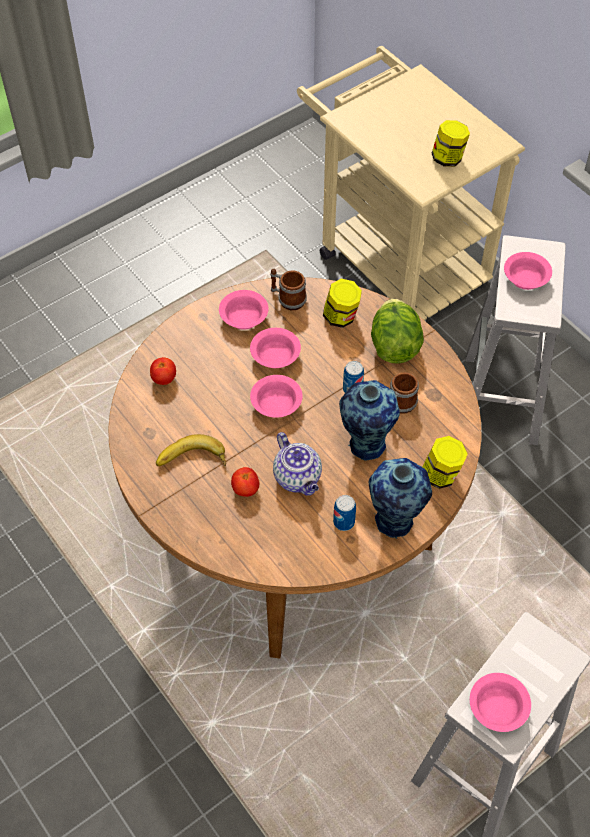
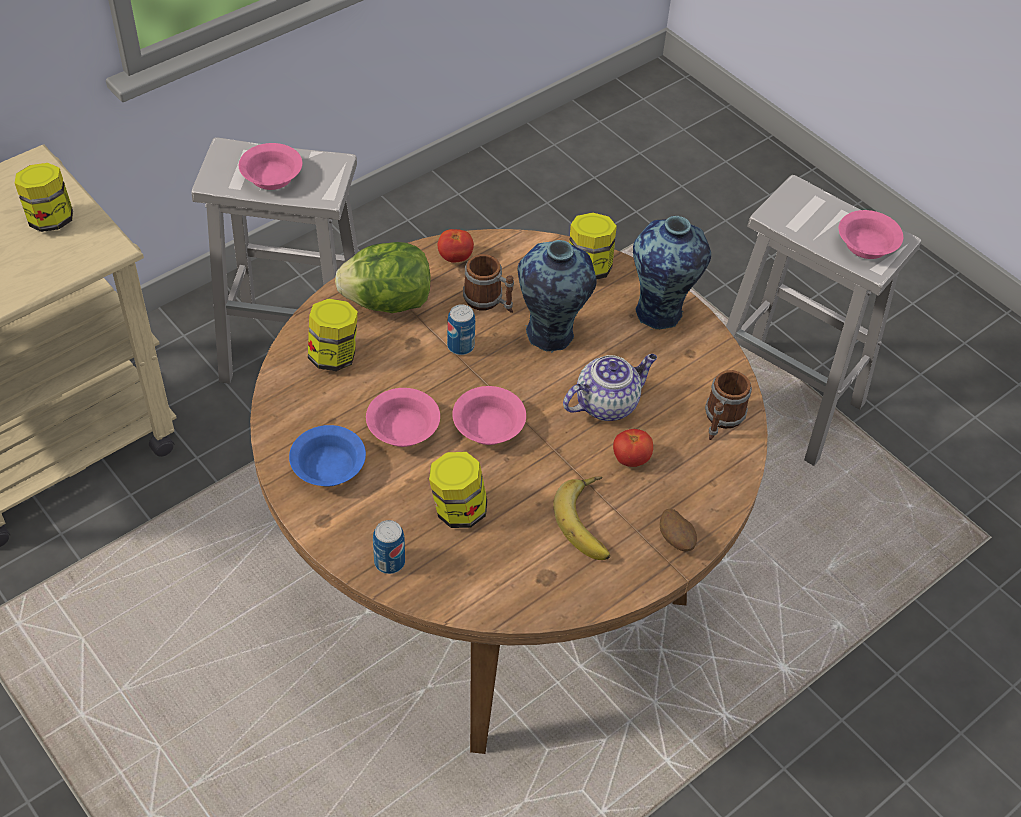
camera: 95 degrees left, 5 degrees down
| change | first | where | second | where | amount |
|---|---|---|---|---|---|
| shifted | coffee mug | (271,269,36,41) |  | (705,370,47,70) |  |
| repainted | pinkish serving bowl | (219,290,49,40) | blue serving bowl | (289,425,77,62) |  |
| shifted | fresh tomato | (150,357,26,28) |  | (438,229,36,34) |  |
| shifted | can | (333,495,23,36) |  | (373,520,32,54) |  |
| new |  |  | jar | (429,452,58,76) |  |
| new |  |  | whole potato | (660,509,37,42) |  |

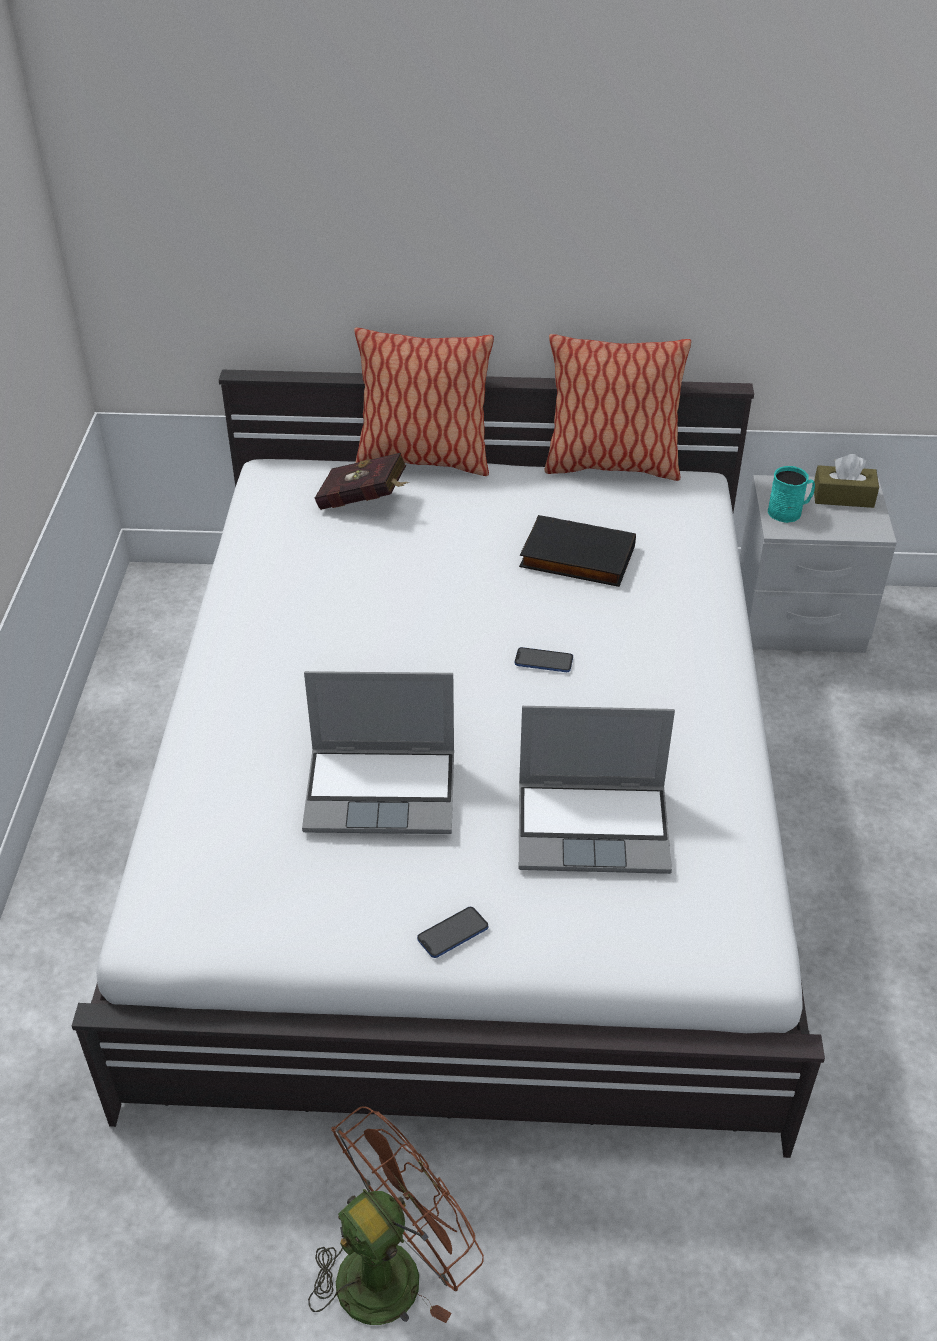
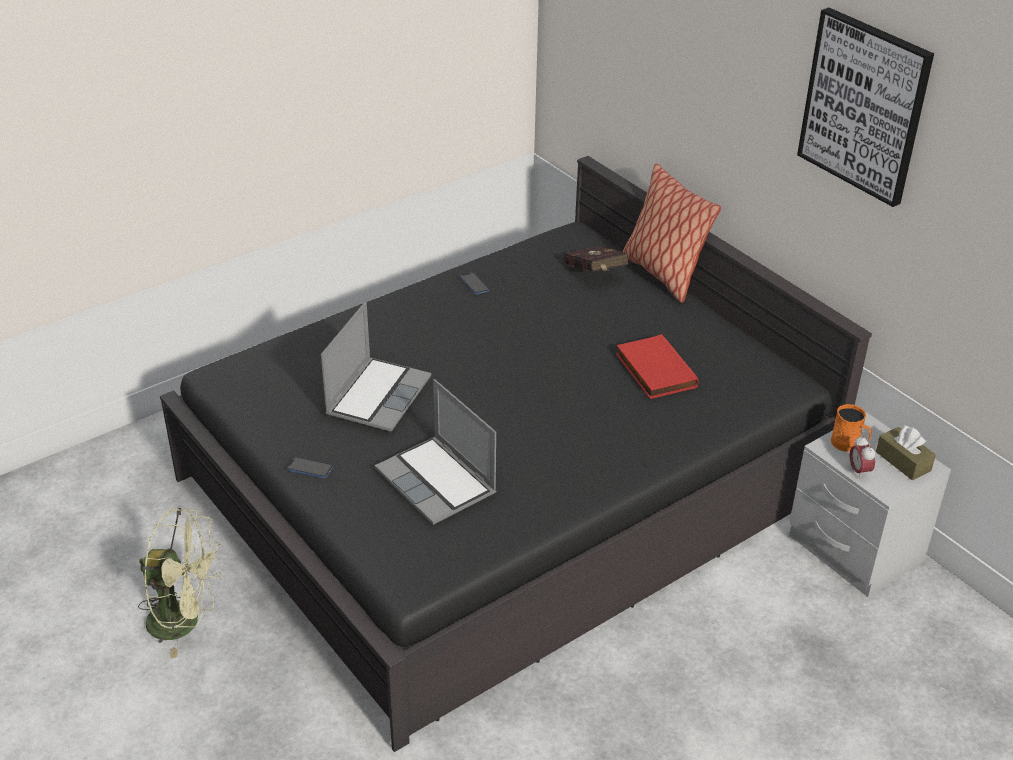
camera: 50 degrees right, 5 degrees down
| change | first | where | second | where | amount |
|---|---|---|---|---|---|
| gone | cushion | (544,334,147,147) |  |  |  |
| repainted | white-coloured sleeping bed | (72,370,753,788) | black sleeping bed | (160,156,712,596) |  |
| repainted | turquoise-coloured coffee mug | (768,466,47,57) | orange-coloured coffee mug | (831,404,40,48) |  |
| repainted | black book | (519,515,117,72) | red book | (616,334,82,65) |  |
| shifted | handset | (515,647,58,25) |  | (459,272,31,22) |  |
| rotated | notebook computer | (302,671,152,163) |  | (321,302,110,130) | 120 degrees counterclockwise |
| repainted | brownish cooling fan | (308,1106,176,219) | green cooling fan | (138,508,84,150) |  |
| new |  |  | picture | (797,8,137,199) |  |
| new |  |  | bedside clock | (849,435,27,44) |  |

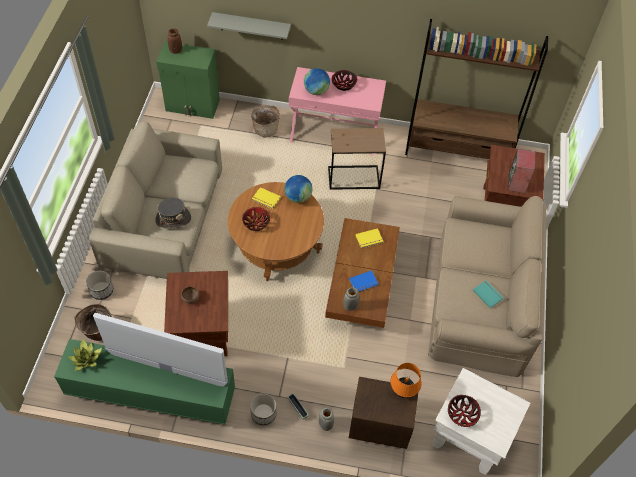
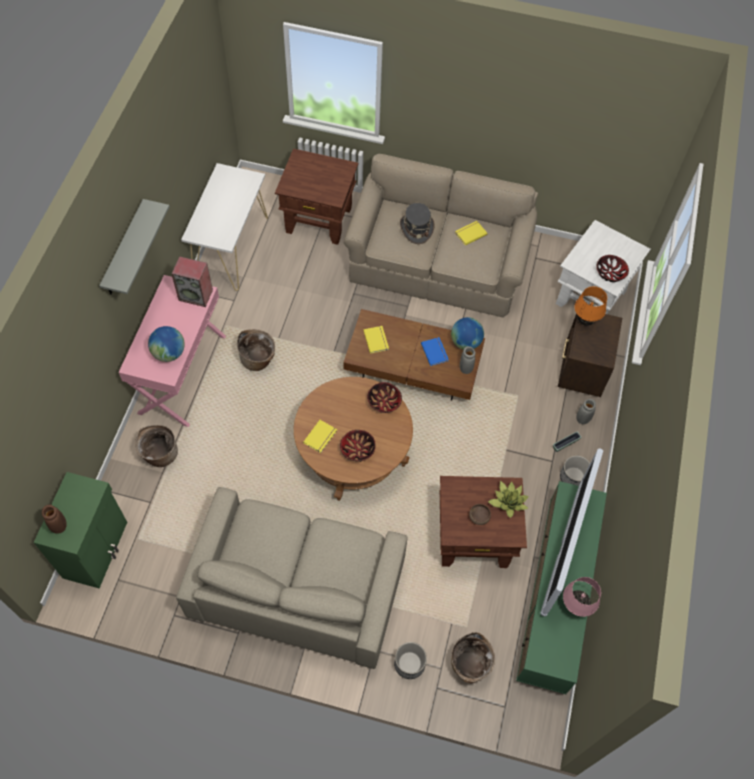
camera: 85 degrees left, 5 degrees up
| change | first | where | second | where | amount |
|---|---|---|---|---|---|
| shifted | gray bracket shelf | (207,12,84,28) |  | (99,199,71,96) |  |
| swapped | brownish shelving unit | (405,19,143,140) | white-coloured hall table | (181,163,87,128) |  |
| shifted | serving bowl | (332,70,25,21) |  | (367,382,35,31) |  |
| swapped | brownish end table | (328,128,58,62) | storage basket | (237,329,38,42) |  |
| shifted | speaker | (508,149,27,44) |  | (171,256,42,51) |  |
| shifted | desk globe | (284,175,28,28) |  | (451,317,33,33) |  |
| shifted | gray wearable hat | (155,198,36,30) |  | (400,203,35,41) |  |
| repainted | turquoise-coloured book | (473,280,30,28) | yellow-coloured book | (455,221,32,25) |  |
| shifted | plant in a pot | (68,338,34,33) |  | (488,480,41,38) |  |
| new |  |  | pinkish tabletop lamp | (563,577,38,40) |  |

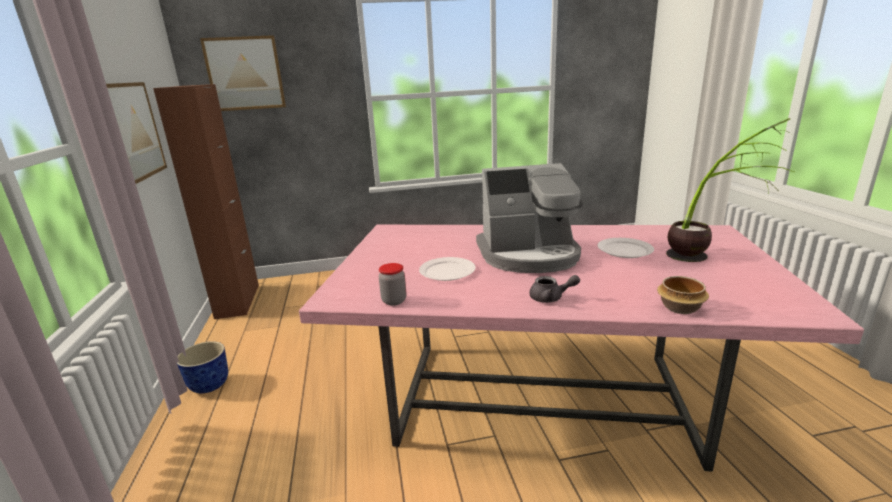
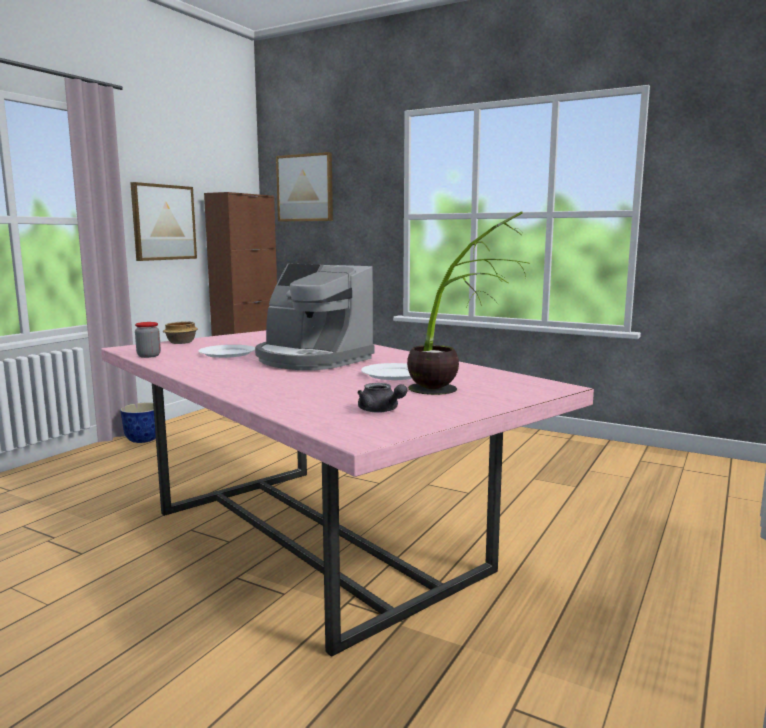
camera: 40 degrees right, 10 degrees down
| change | first | where | second | where | amount |
|---|---|---|---|---|---|
| shifted | gray pot for tea | (529,275,51,28) |  | (357,383,51,30) |  |
| shifted | serving bowl | (657,276,52,38) |  | (163,321,35,23) |  |

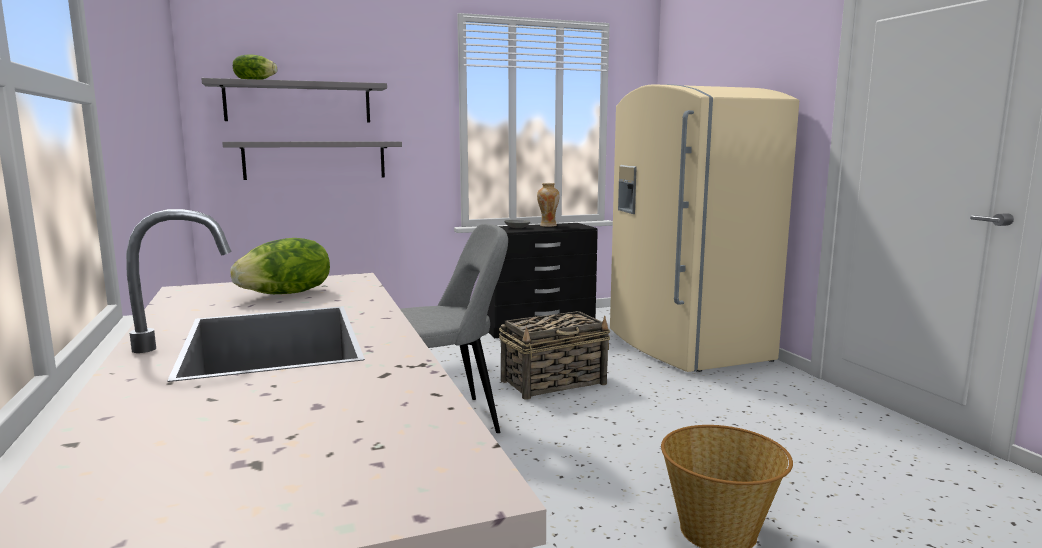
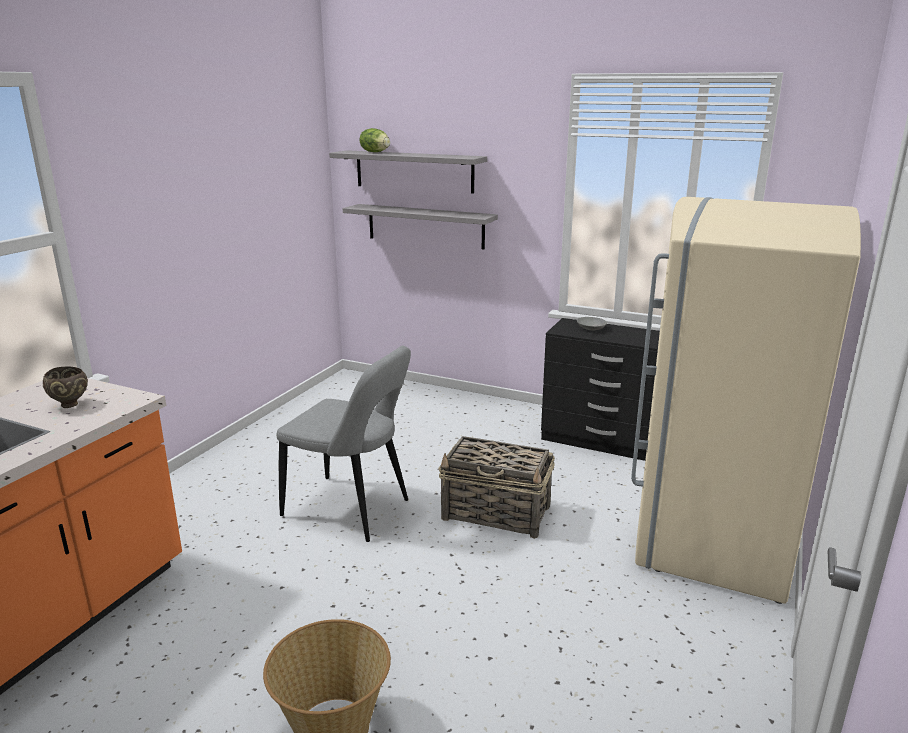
camera: 45 degrees right, 10 degrees up
| change | first | where | second | where | amount |
|---|---|---|---|---|---|
| gone | decorative vase | (537,183,23,44) |  |  |  |
| swapped | lettuce head | (230,238,100,56) | brownish serving bowl | (43,367,45,41) |  |

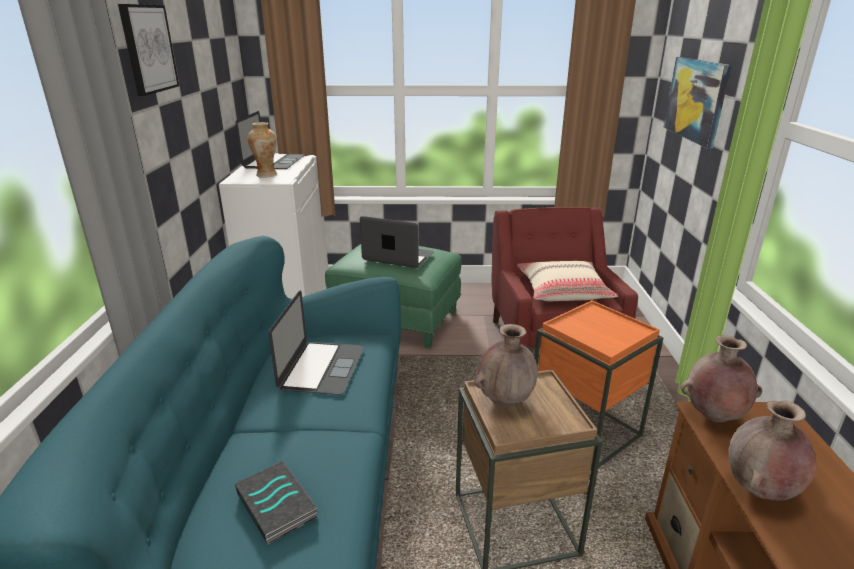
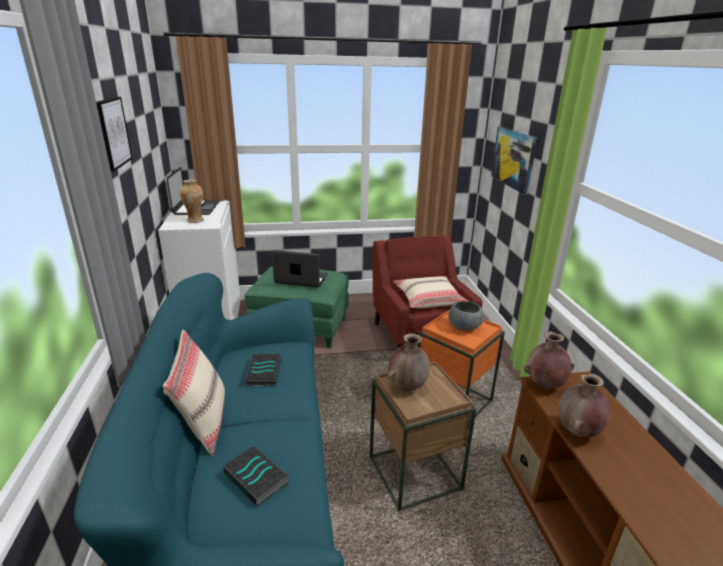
camera: 10 degrees left, 0 degrees up
| change | first | where | second | where | amount |
|---|---|---|---|---|---|
| swapped | notebook computer | (269,290,95,105) | book | (245,354,36,32) |  |
| new |  |  | gray serving bowl | (448,301,36,30) |  |
| new |  |  | beige-coloured cushion | (163,329,62,127) |  |

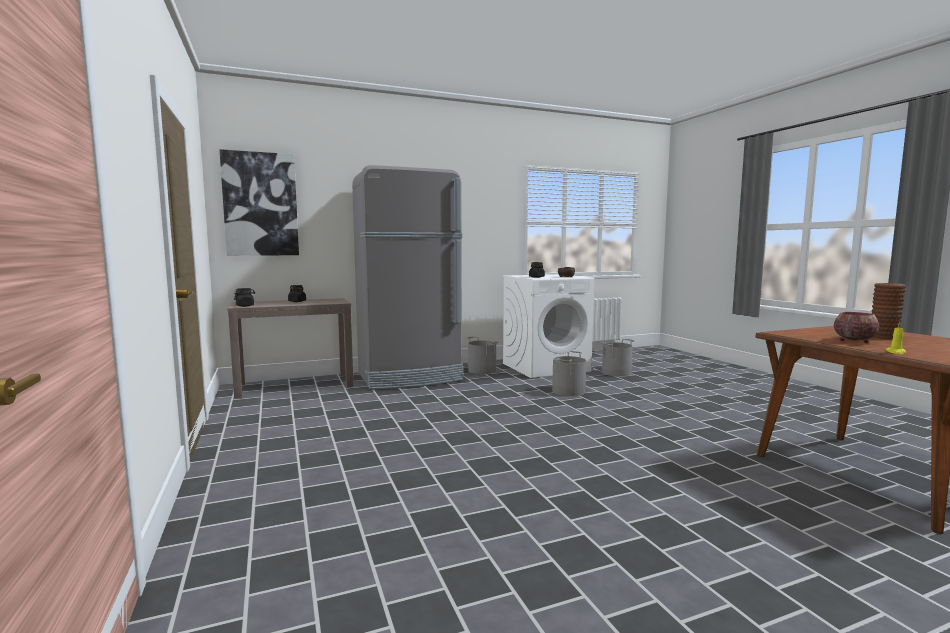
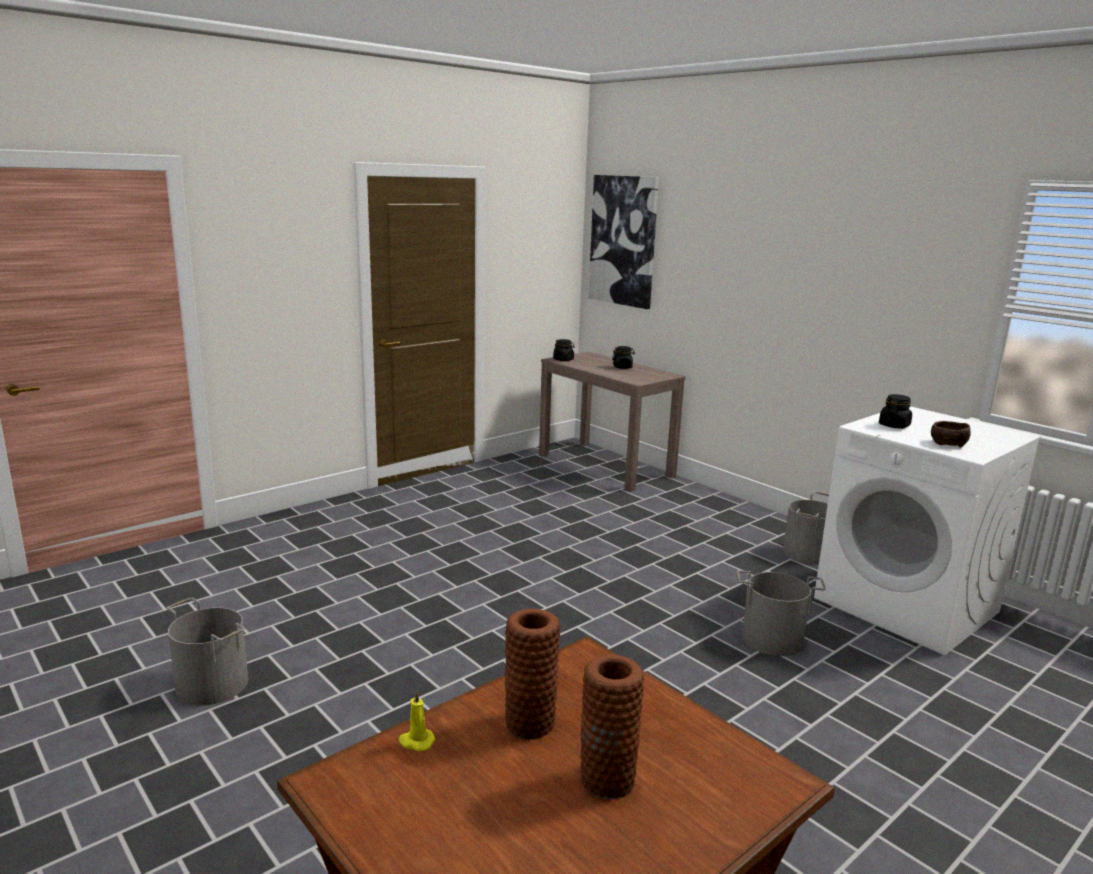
camera: 70 degrees right, 10 degrees up
| change | first | where | second | where | amount |
|---|---|---|---|---|---|
| gone | gray kitchen fridge | (352,165,111,225) |  |  |  |
| swapped | serving bowl | (834,312,45,31) | brownish decorative vase | (505,609,55,130) |  |
| shifted | gray pail | (600,339,35,38) |  | (167,597,81,109) |  |

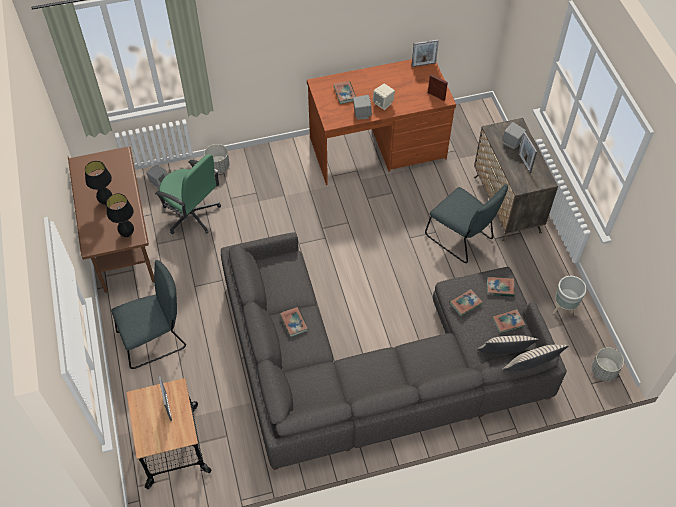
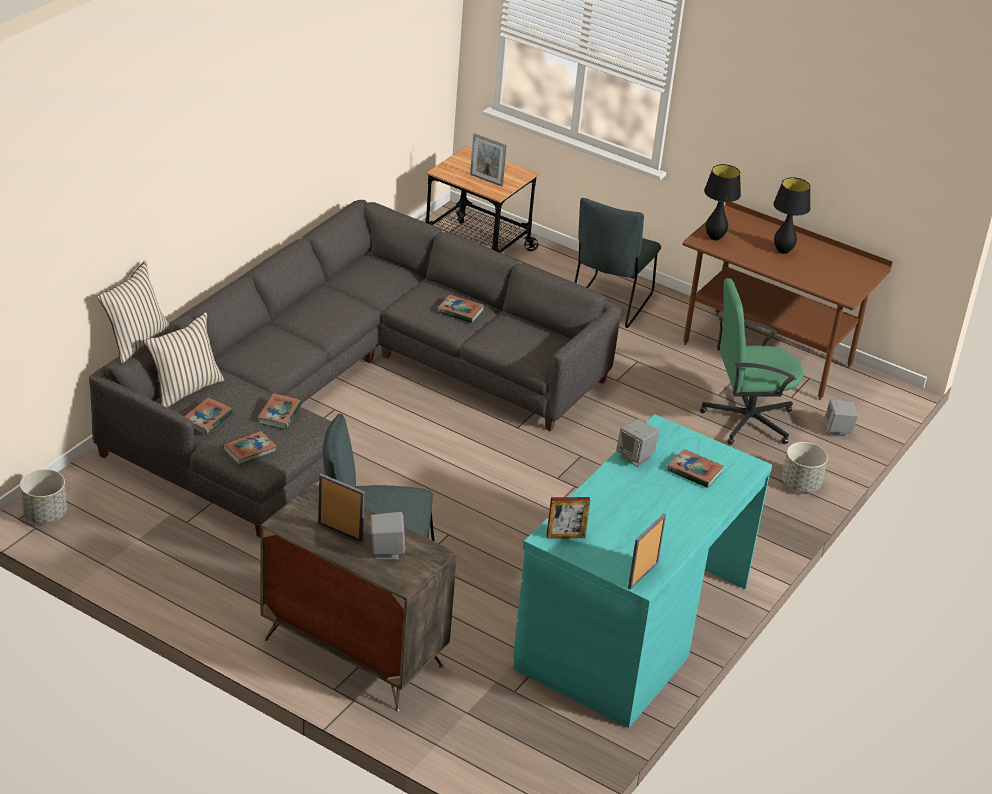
camera: 135 degrees right, 20 degrees down
| change | first | where | second | where | amount |
|---|---|---|---|---|---|
| repainted | brownish desk table | (307,59,149,126) | turquoise-coloured desk table | (513,414,259,314) |  |
| gone | beige-coloured speaker | (373,84,22,26) |  |  |  |
| gone | gray plant pot | (553,276,34,39) |  |  |  |

